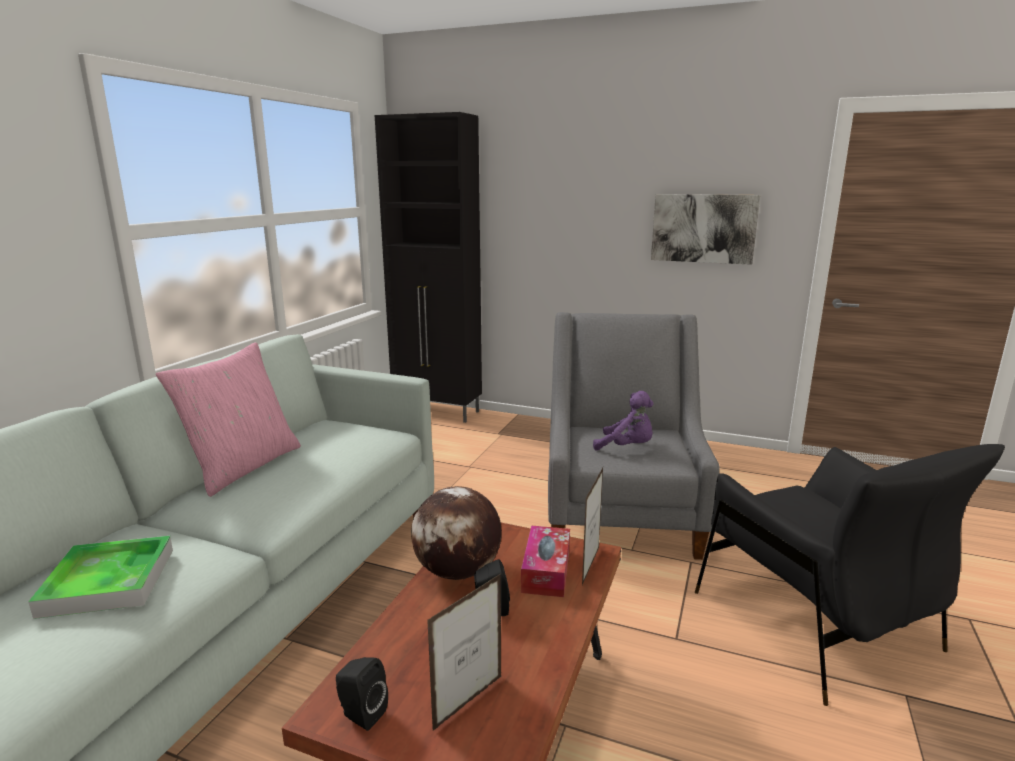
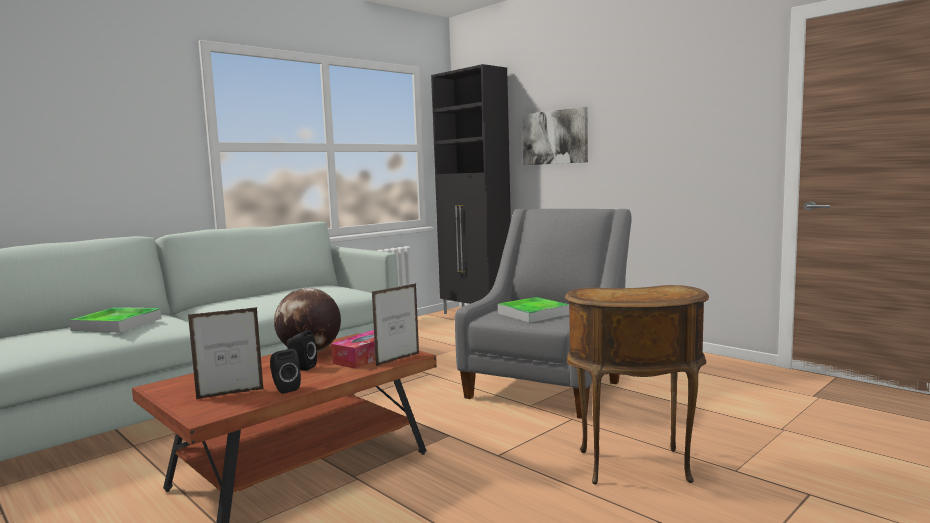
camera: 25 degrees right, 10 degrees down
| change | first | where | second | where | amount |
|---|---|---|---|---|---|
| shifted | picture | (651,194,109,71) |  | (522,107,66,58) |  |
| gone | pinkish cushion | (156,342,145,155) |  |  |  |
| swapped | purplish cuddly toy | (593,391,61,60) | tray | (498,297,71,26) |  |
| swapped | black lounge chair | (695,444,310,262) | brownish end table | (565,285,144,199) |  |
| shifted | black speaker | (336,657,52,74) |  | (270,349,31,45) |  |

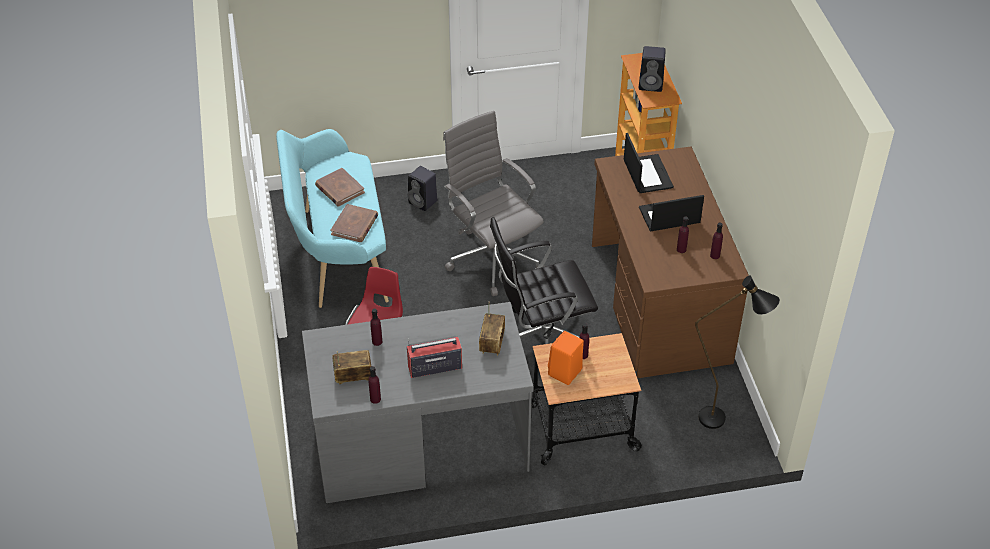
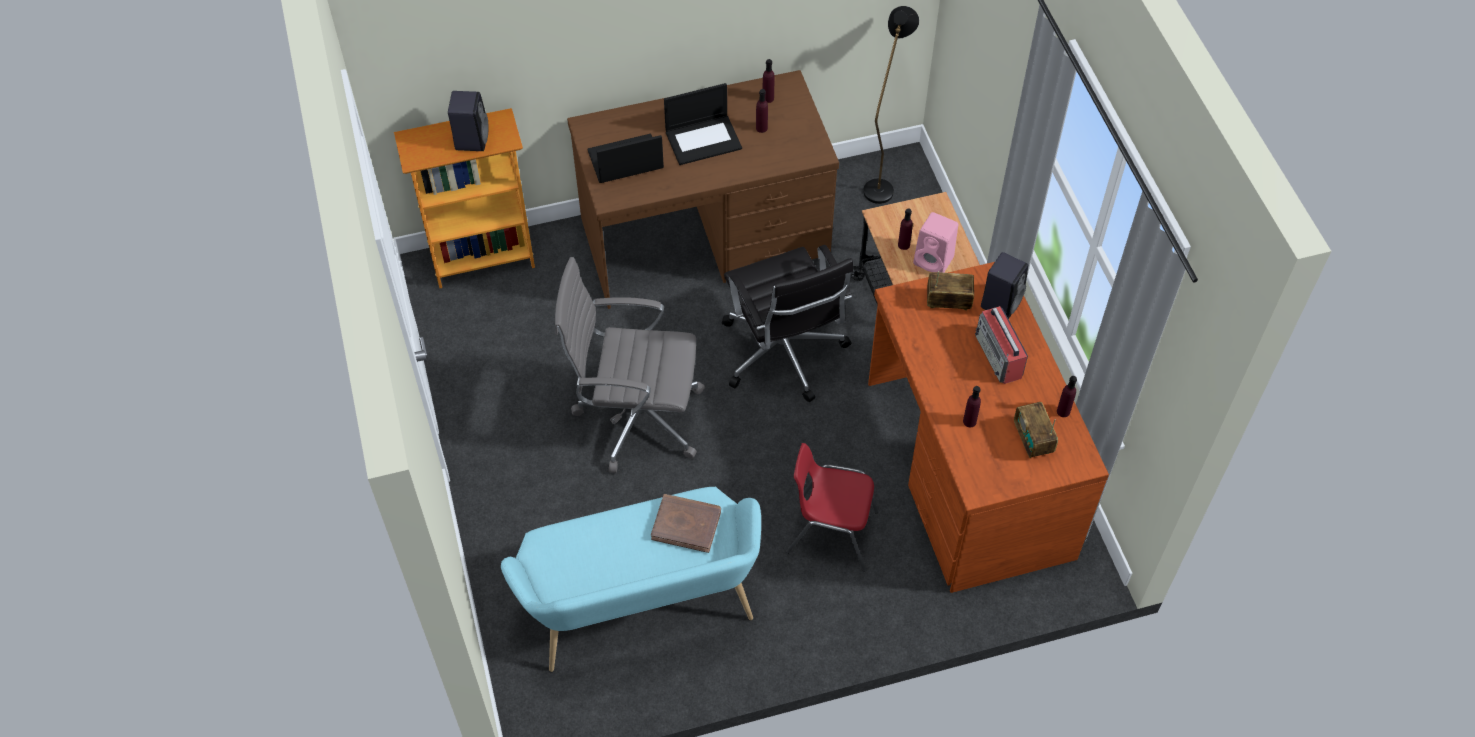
camera: 95 degrees left, 10 degrees up
| change | first | where | second | where | amount |
|---|---|---|---|---|---|
| rotated | gray office chair | (443,111,102,185) |  | (555,257,150,216) | 45 degrees clockwise |
| shifted | black speaker | (408,166,29,45) |  | (981,252,47,67) |  |
| gone | brownish book | (315,168,50,38) |  |  |  |
| rotated | notebook computer | (639,195,65,36) |  | (664,83,78,82) | 90 degrees counterclockwise |
| repainted | gray desk table | (302,302,232,201) | brownish desk table | (868,262,241,331) |  |
| repainted | orange-coloured speaker | (548,331,36,54) | pinkish speaker | (913,212,45,61) |  |

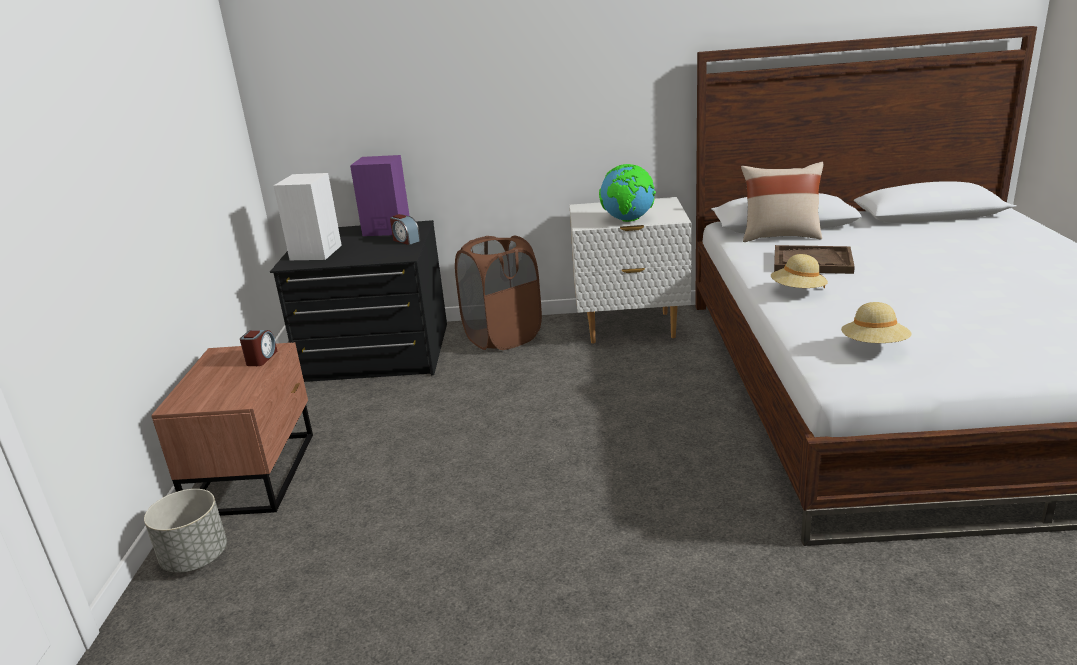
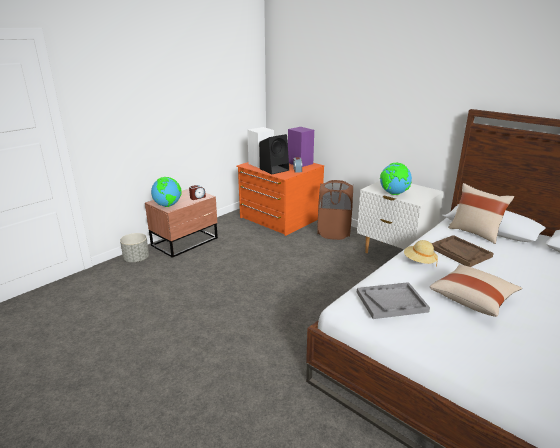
camera: 40 degrees right, 0 degrees up
| change | first | where | second | where | amount |
|---|---|---|---|---|---|
| repainted | black drawer chest | (270,220,177,162) | orange-coloured drawer chest | (236,162,88,74) |  |
| swapped | beige-coloured wearable hat | (841,302,71,41) | gray tray | (357,282,73,37) |  |
| new |  |  | black speaker | (259,134,30,40) |  |
| new |  |  | desk globe | (151,177,31,30) |  |
| new |  |  | beige-coloured cushion | (430,264,92,53) |  |

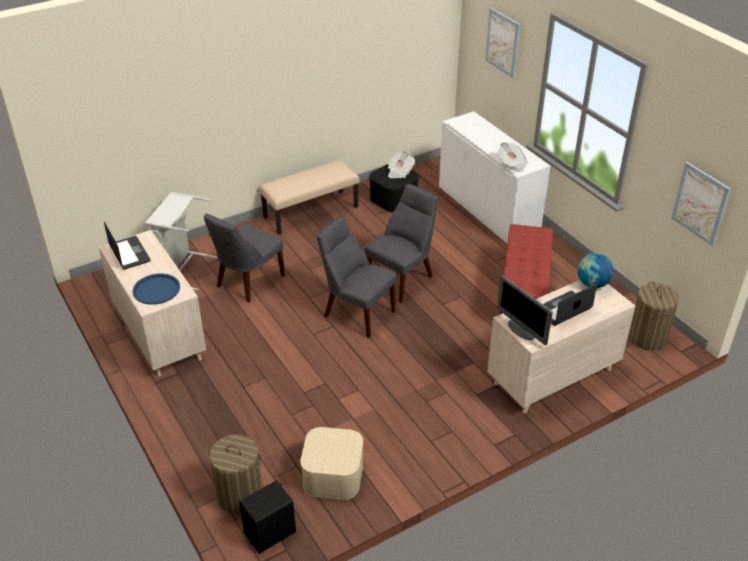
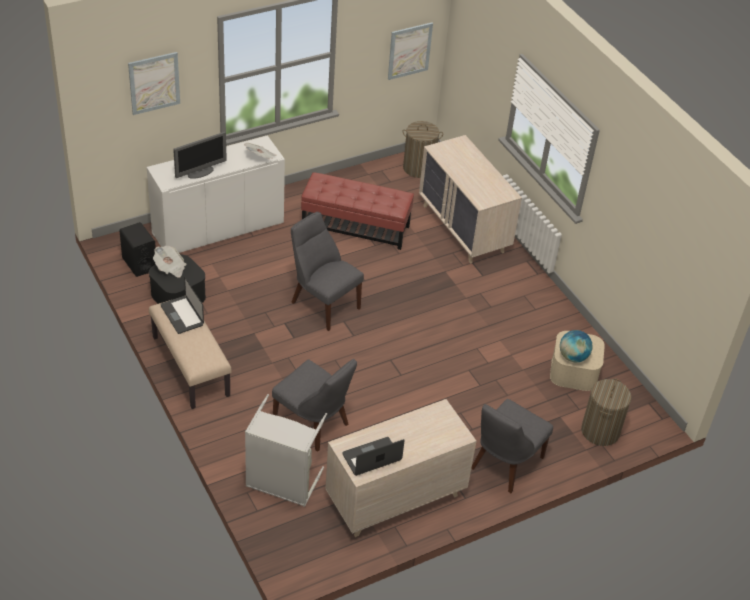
camera: 90 degrees left, 5 degrees up
| change | first | where | second | where | amount |
|---|---|---|---|---|---|
| shifted | gray chair | (317,217,80,121) |  | (471,399,82,94) |  |
| shifted | desk globe | (578,253,36,35) |  | (560,330,33,32) |  |
| gone | blue tray | (133,273,47,32) |  |  |  |
| shifted | monitor | (497,275,56,70) |  | (173,132,54,47) |  |
| shifted | notebook computer | (543,284,54,42) |  | (160,276,44,58) |  |
| shifted | black speaker | (239,480,57,74) |  | (119,222,37,55) |  |

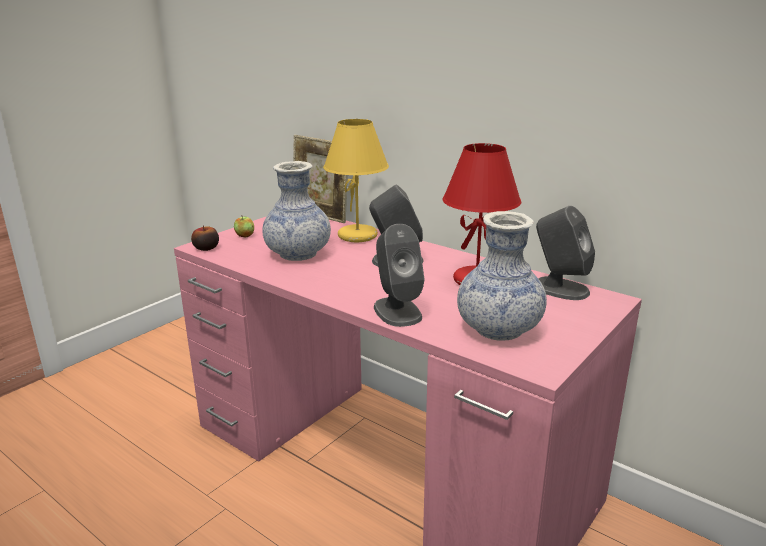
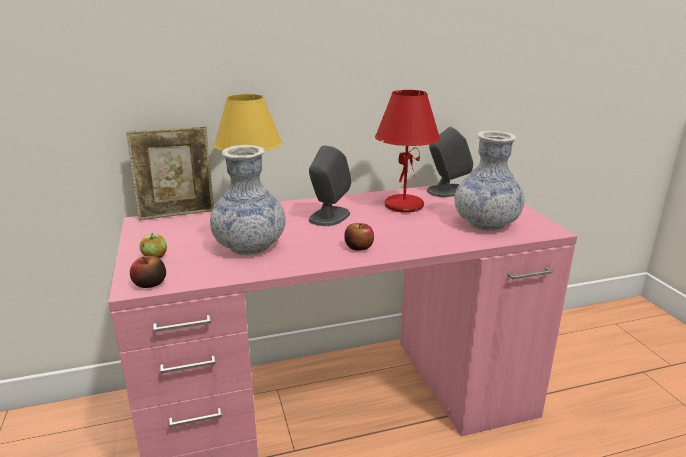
camera: 55 degrees left, 0 degrees up
| change | first | where | second | where | amount |
|---|---|---|---|---|---|
| gone | gray speaker | (374,224,50,103) |  |  |  |
| new |  |  | apple | (344,223,30,28) |  |

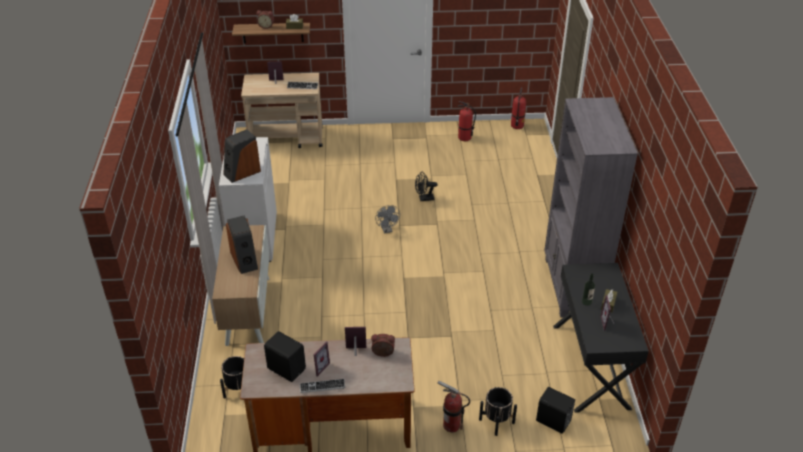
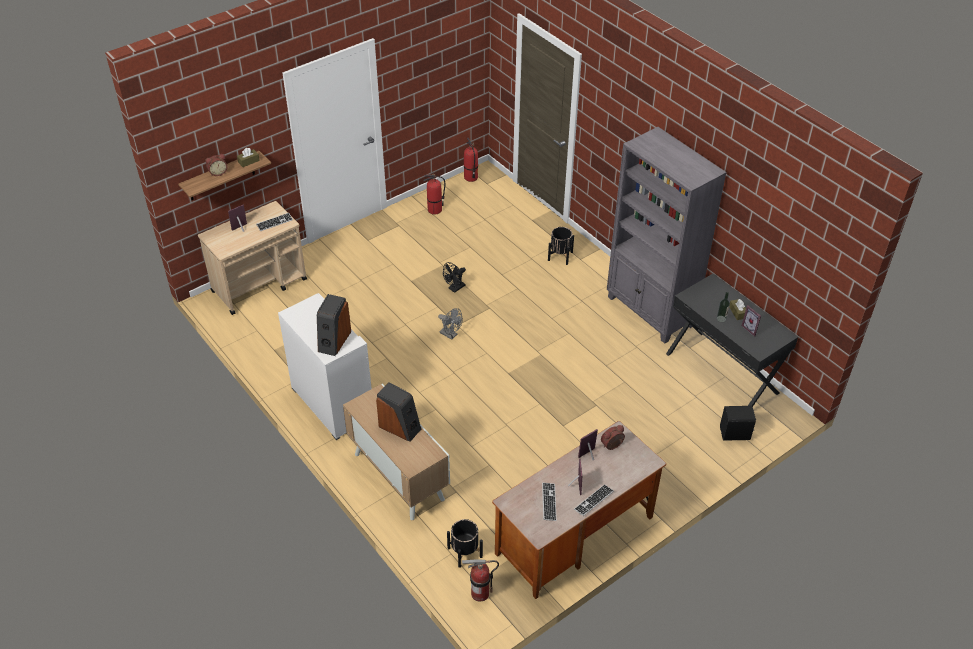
camera: 35 degrees left, 5 degrees up
| change | first | where | second | where | amount |
|---|---|---|---|---|---|
| swapped | black speaker | (264,331,42,51) | PC keyboard | (542,482,15,39) |  |
| shifted | fire-fighting cylinder | (438,381,32,51) |  | (462,560,37,42) |  |
| shifted | black plant pot | (479,387,38,49) |  | (548,227,26,38) |  |

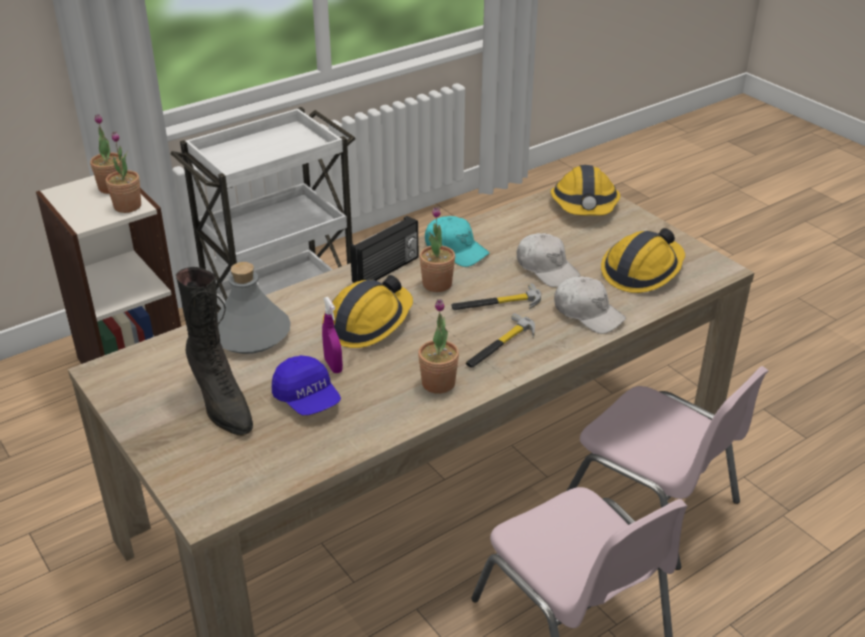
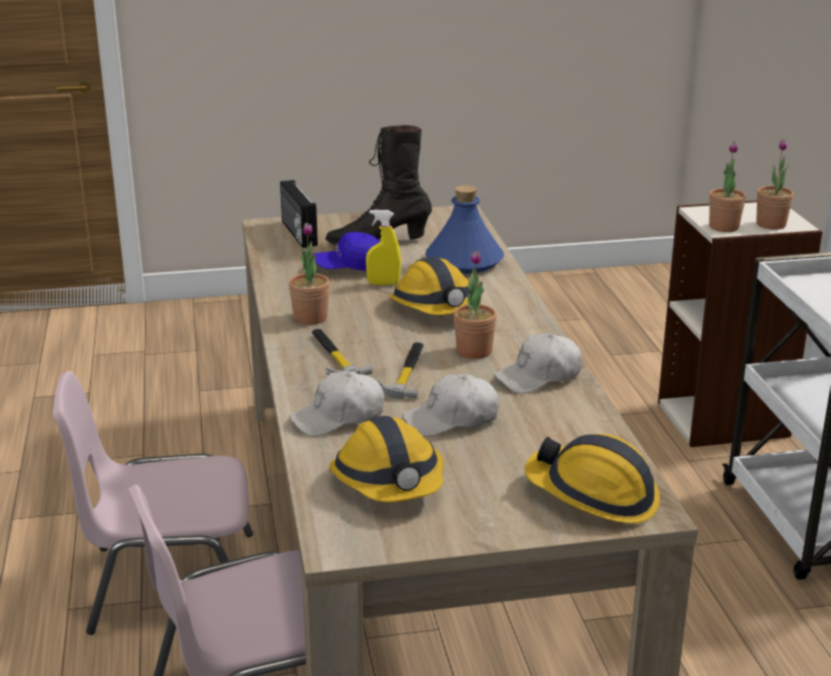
camera: 115 degrees right, 10 degrees down
| change | first | where | second | where | amount |
|---|---|---|---|---|---|
| shifted | radio set | (350,216,68,67) |  | (280,180,38,68) |  |
| repainted | turquoise-coloured baseball cap | (425,216,64,51) | white-coloured baseball cap | (494,333,88,61) |  |
| repainted | gray drink bottle | (217,262,74,92) | blue drink bottle | (425,185,79,89) |  |
| repainted | purplish hand sprayer | (322,297,21,76) | yellow-coloured hand sprayer | (366,210,35,75) |  |

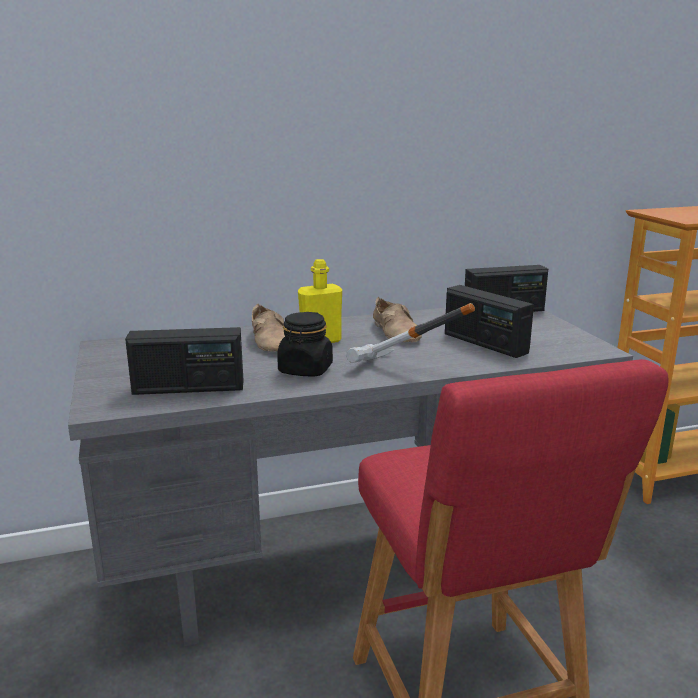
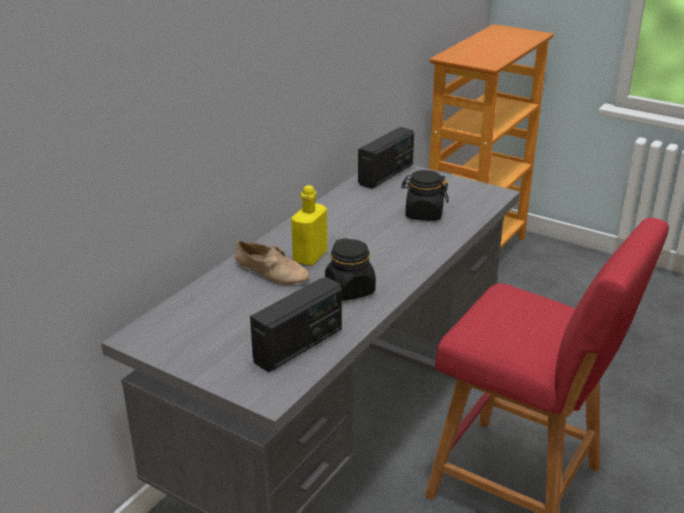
camera: 40 degrees left, 10 degrees up
| change | first | where | second | where | amount |
|---|---|---|---|---|---|
| swapped | radio set | (445,285,89,73) | black jar | (401,170,48,51) |  |
| gone | beige-coloured shoe | (373,297,49,45) |  |  |  |
| gone | hand hammer | (346,303,129,60) |  |  |  |

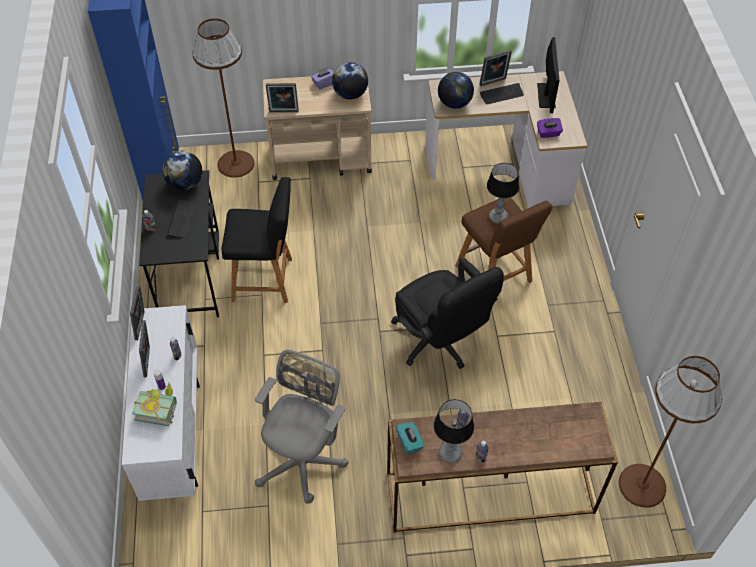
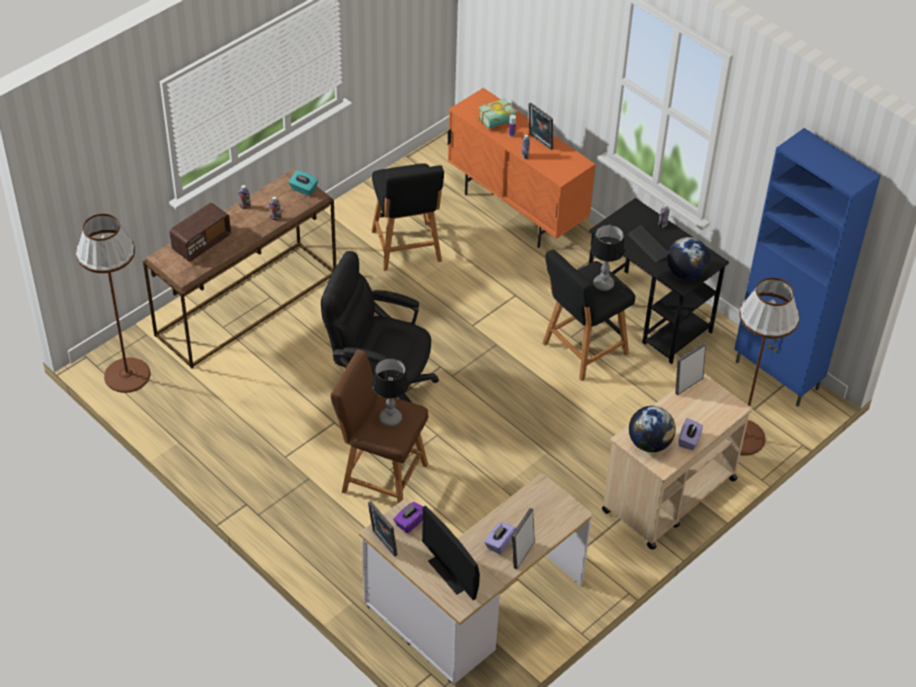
camera: 140 degrees right, 5 degrees down
| change | first | where | second | where | amount |
|---|---|---|---|---|---|
| gone | desk globe | (438,72,36,37) |  |  |  |
| swapped | PC keyboard | (480,83,44,22) | purplish tissue holder | (484,522,32,33) |  |
| shifted | standing frame | (130,284,15,56) |  | (368,501,30,56) |  |
| repainted | white-coloured storage cabinet | (122,305,78,196) | orange-coloured storage cabinet | (448,88,148,160) |  |
| swapped | gray office chair | (255,350,93,154) | black sitting stool | (371,163,73,108) |  |
| shifted | tabletop lamp | (434,399,40,64) |  | (591,224,34,67) |  |
| new |  |  | radio set | (169,203,62,58) |  |

